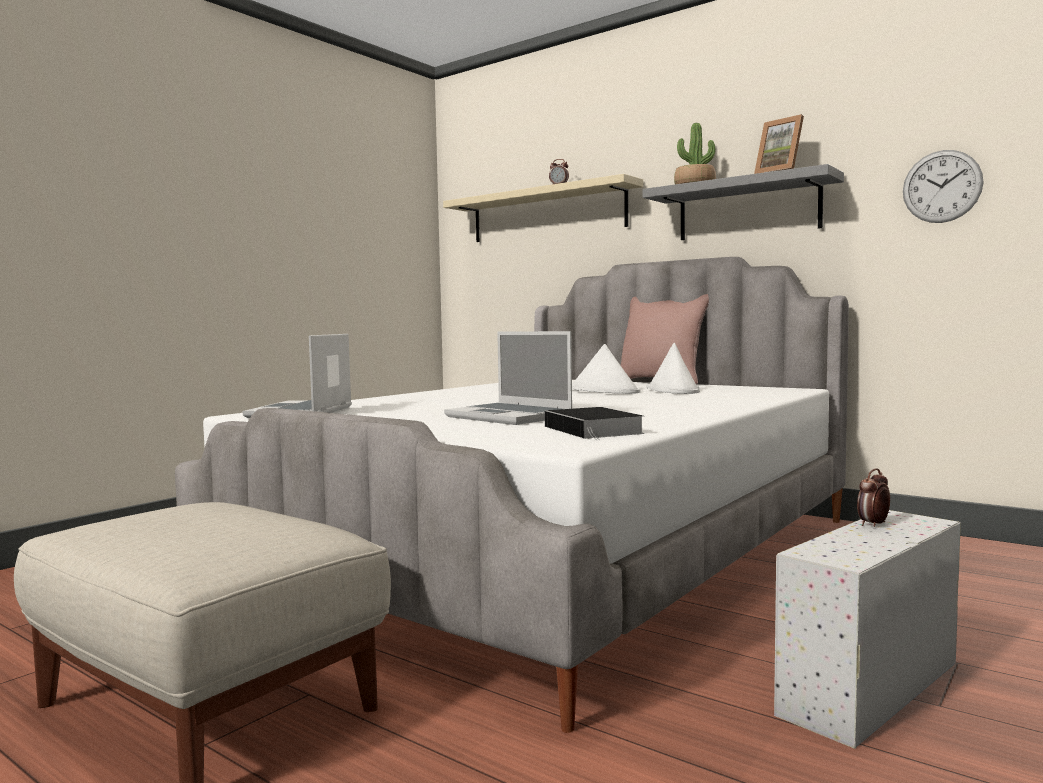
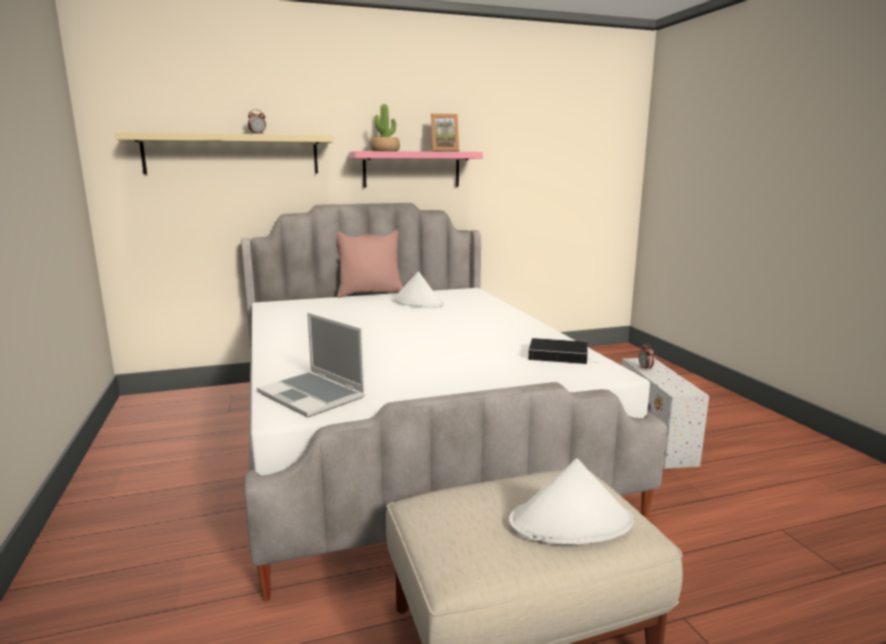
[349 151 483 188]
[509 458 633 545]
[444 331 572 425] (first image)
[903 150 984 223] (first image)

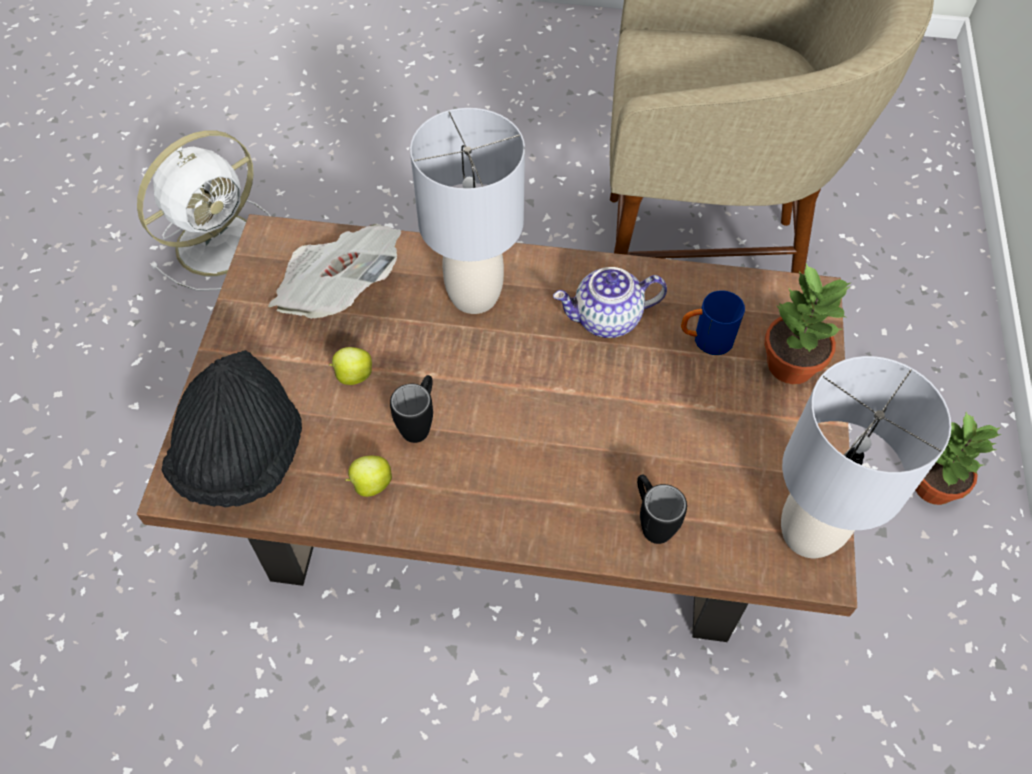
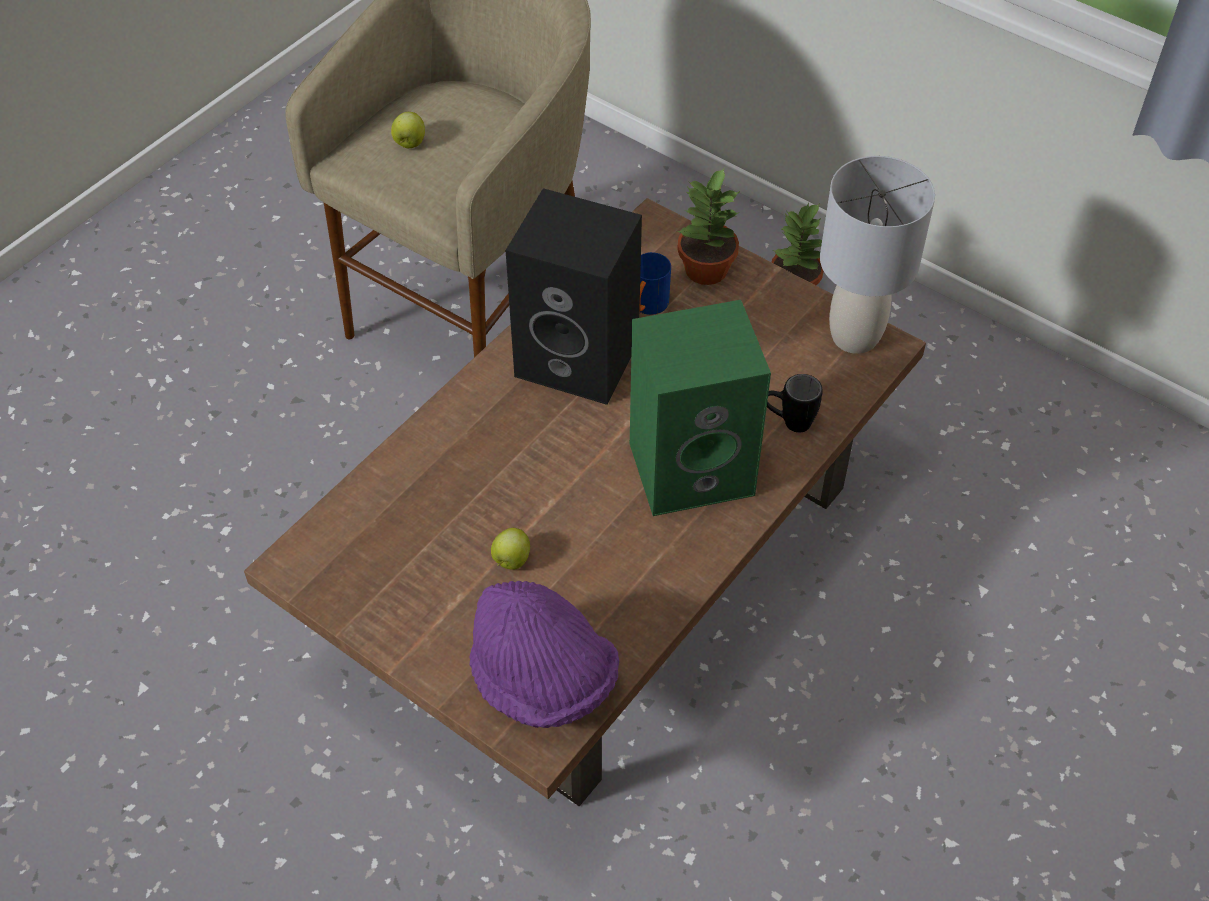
[391 112 425 148]
[469 581 619 728]
[506 188 642 405]
[630 300 771 516]
[137 130 270 291] (first image)
[268 224 402 319] (first image)
[390 375 433 443] (first image)
[410 108 525 314] (first image)

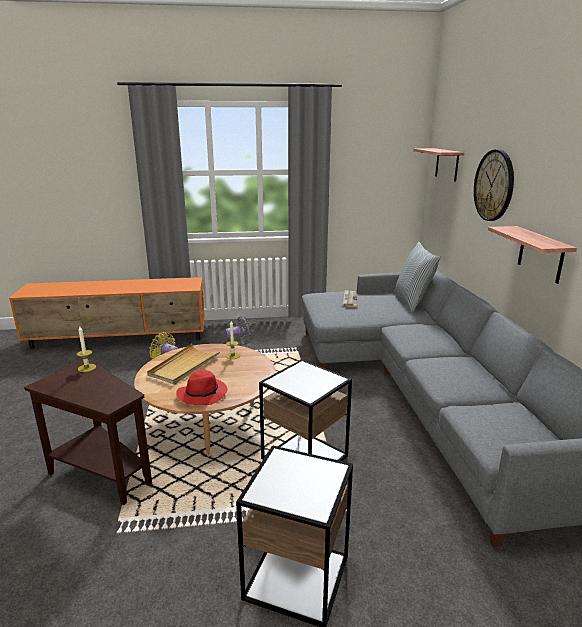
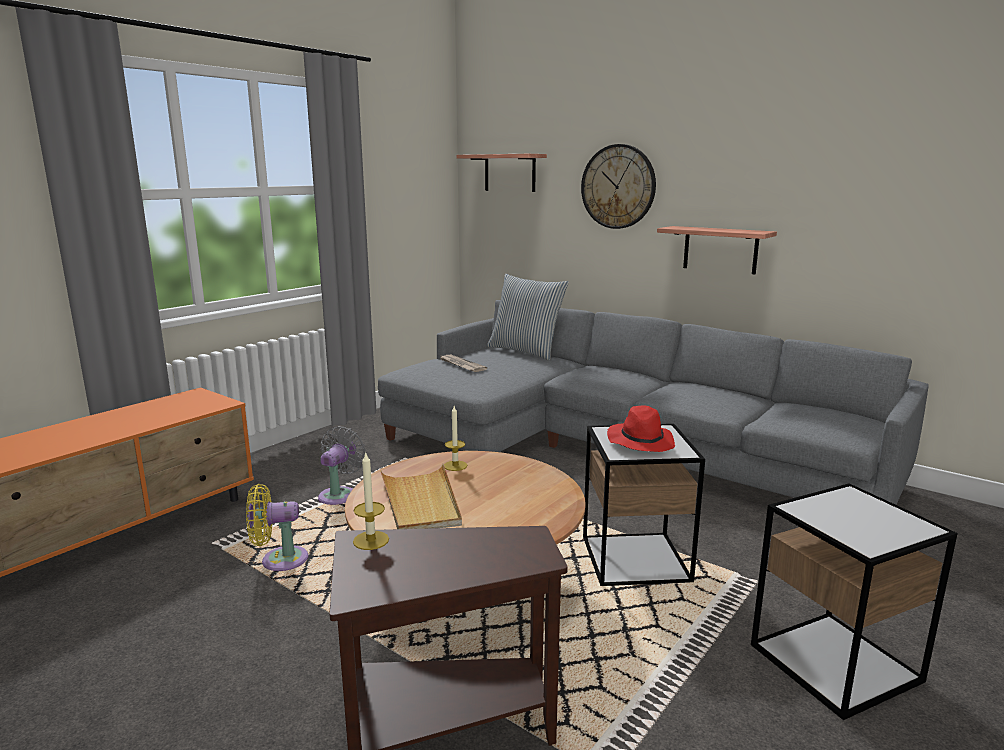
[607 405 675 452]

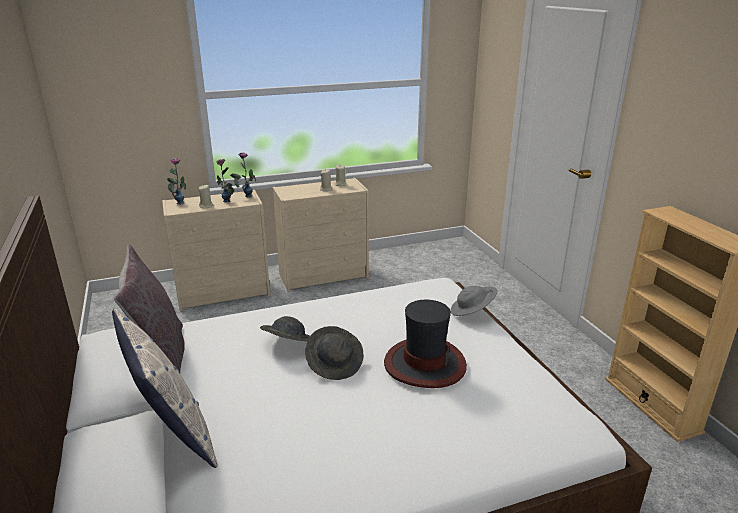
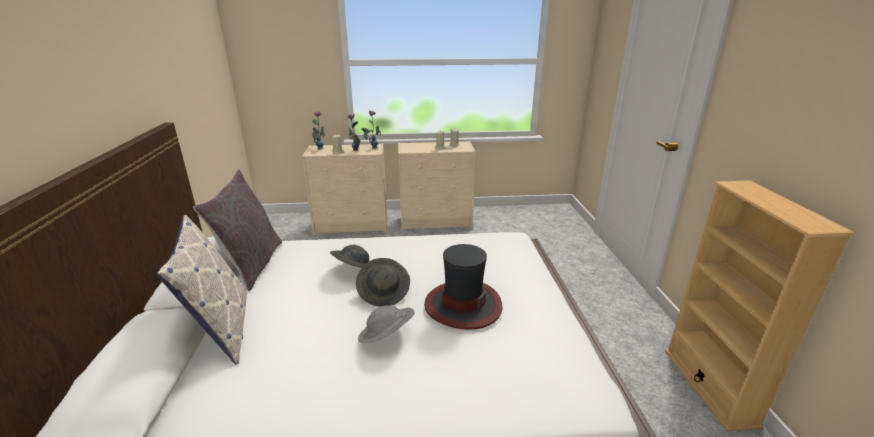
[358 305 415 343]

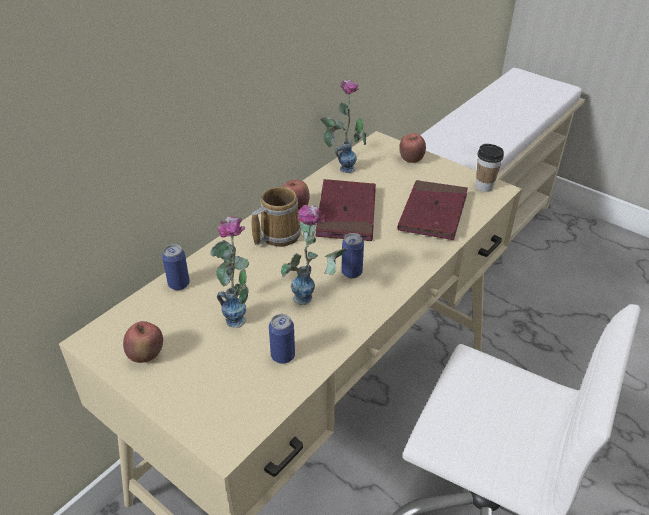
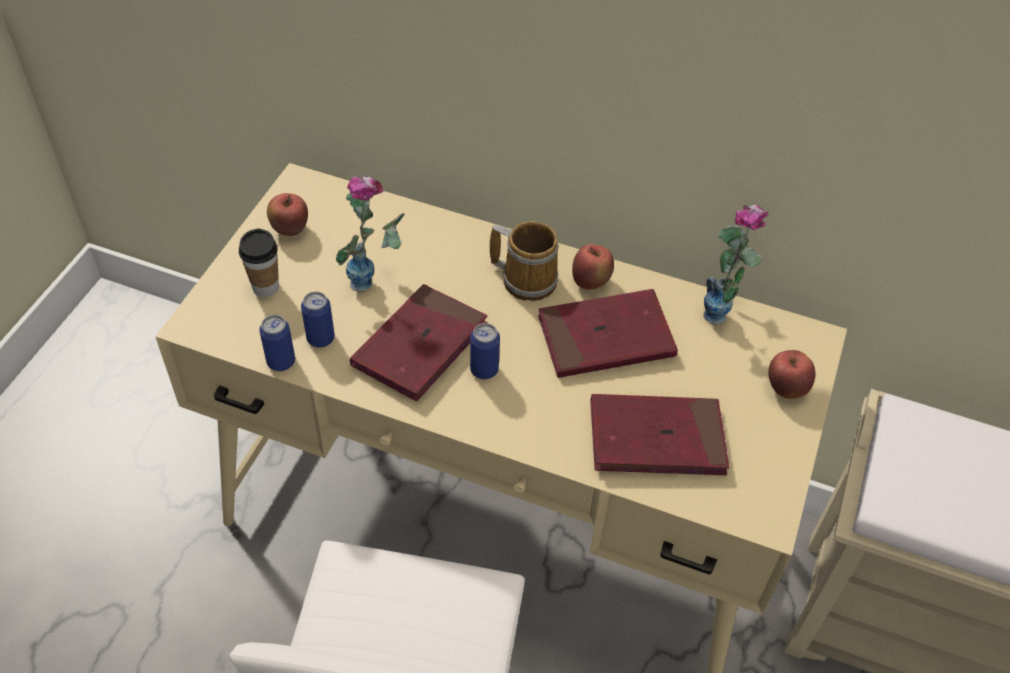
[239 229 279 297]
[259 315 295 371]
[350 284 488 401]

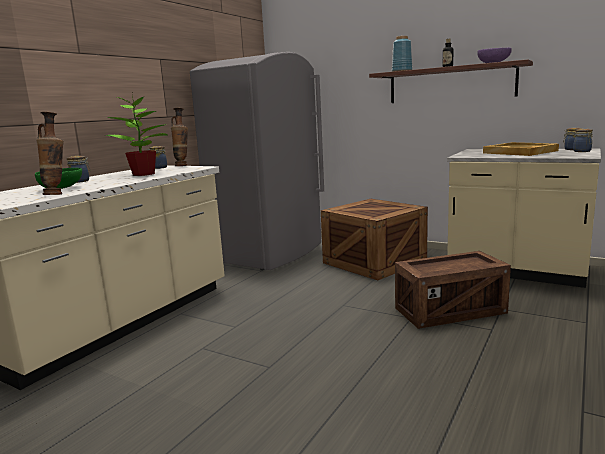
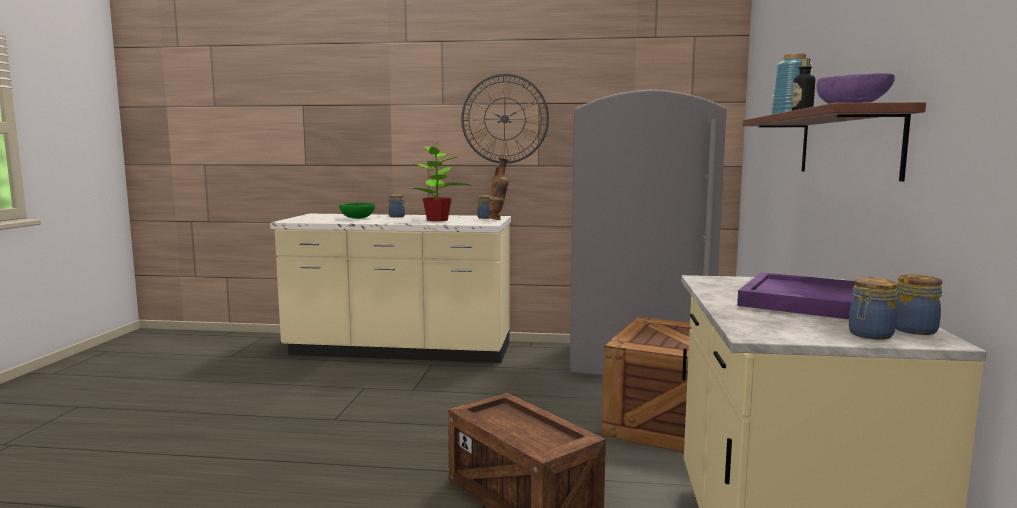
[461 74 549 164]
[737 272 855 319]
[36 112 64 195] (first image)

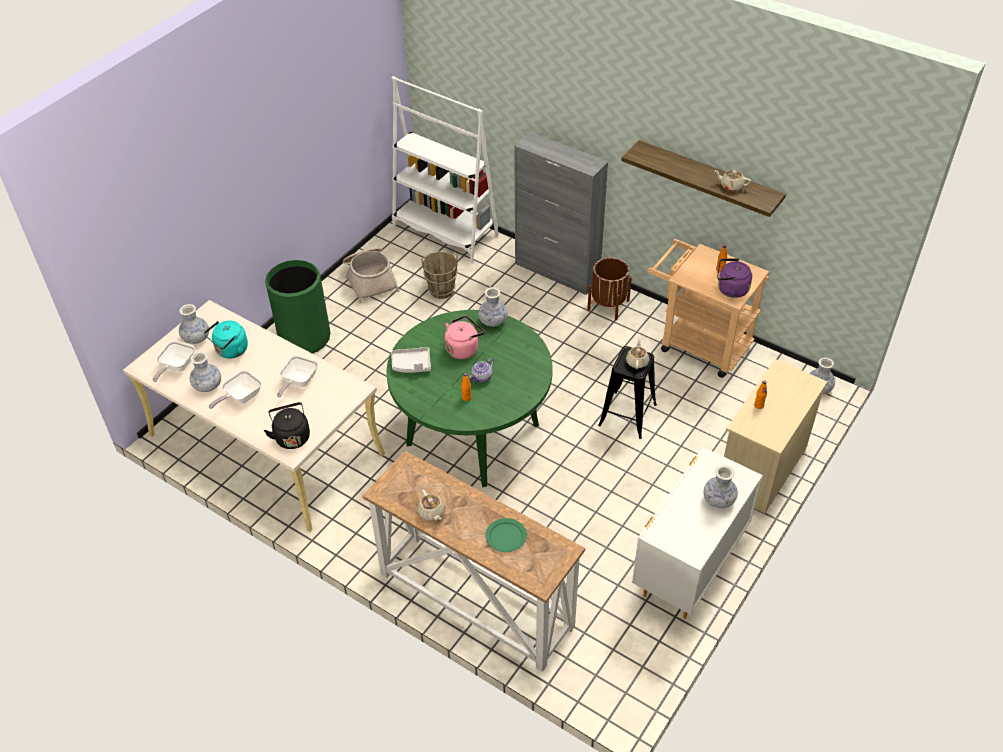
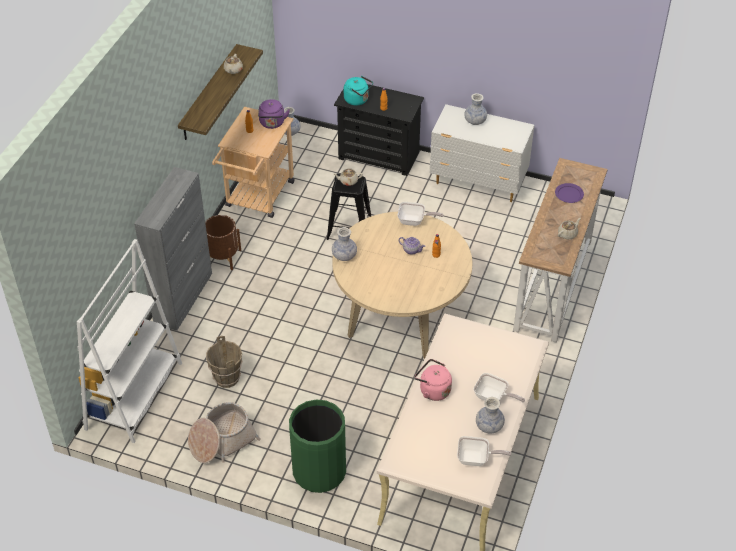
[332 212 473 359]
[334 84 424 176]
[344 76 373 106]
[397 202 443 226]
[415 359 452 401]
[555 183 584 203]
[179 304 209 344] (first image)
[264 402 310 449] (first image)
[391 347 431 373] (first image)

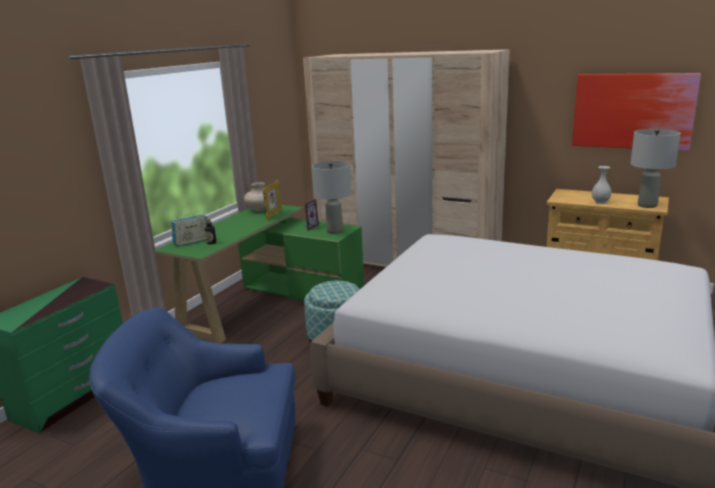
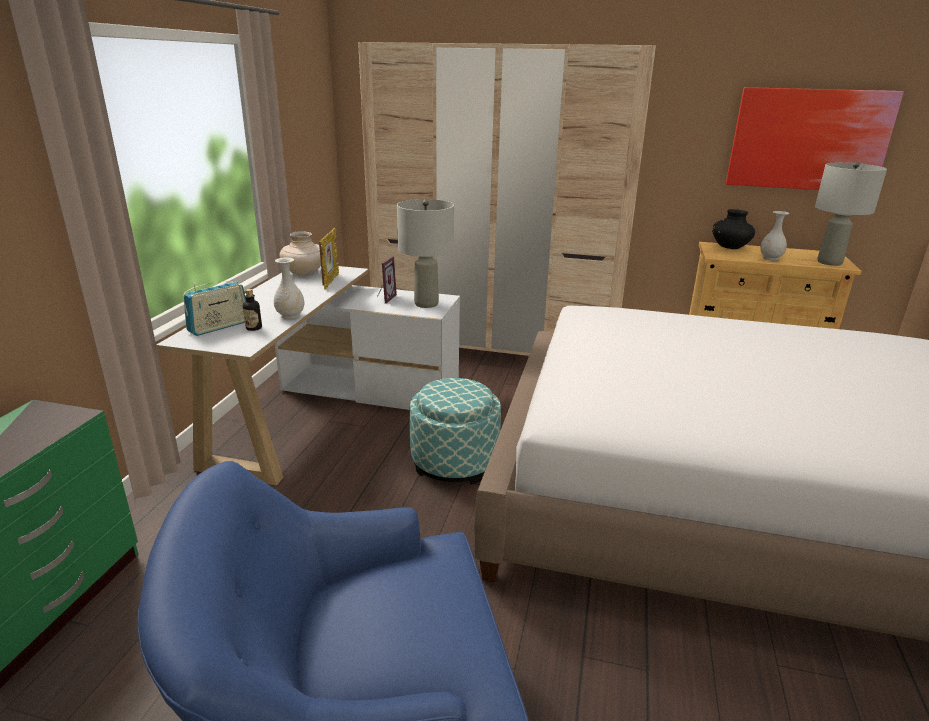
[156 266 460 485]
[274 258 304 319]
[712 209 755 249]

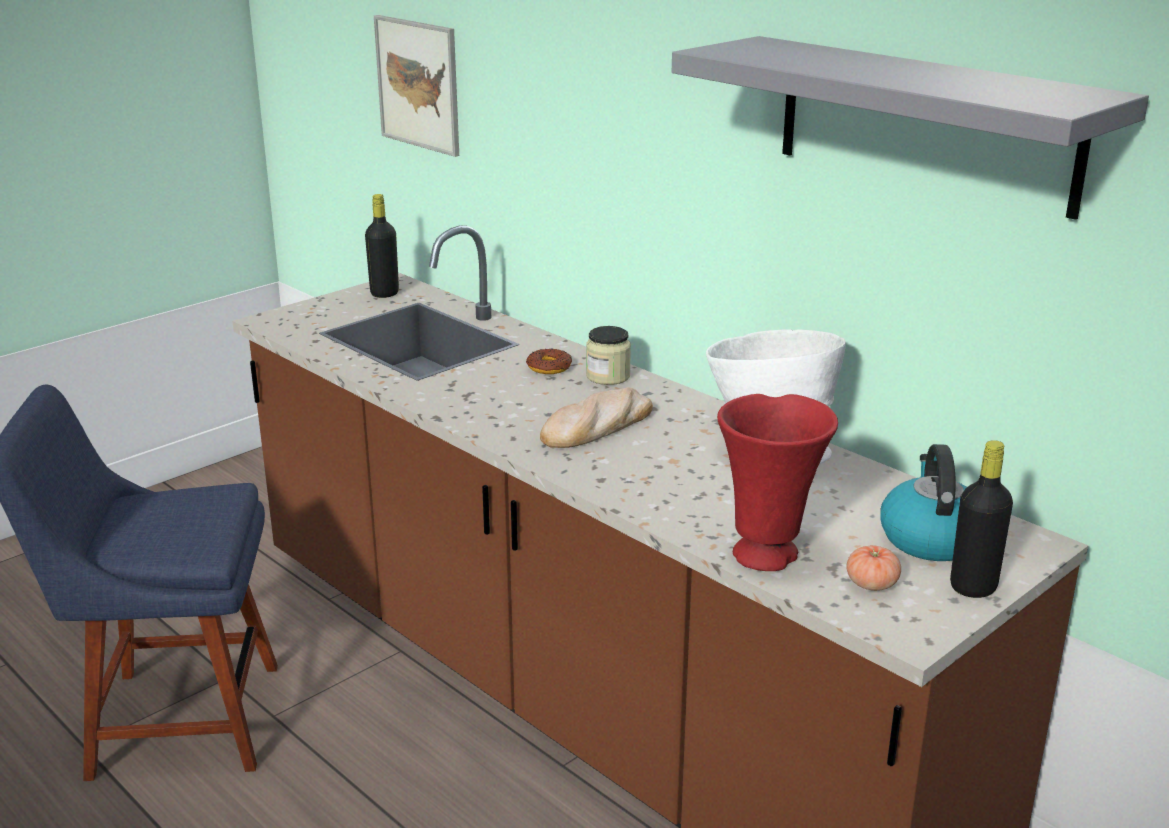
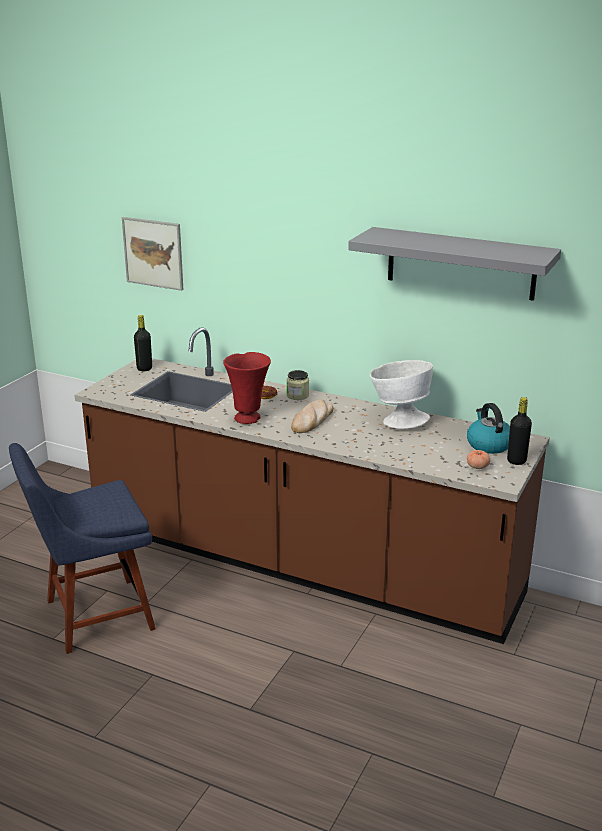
[223 352 271 424]

